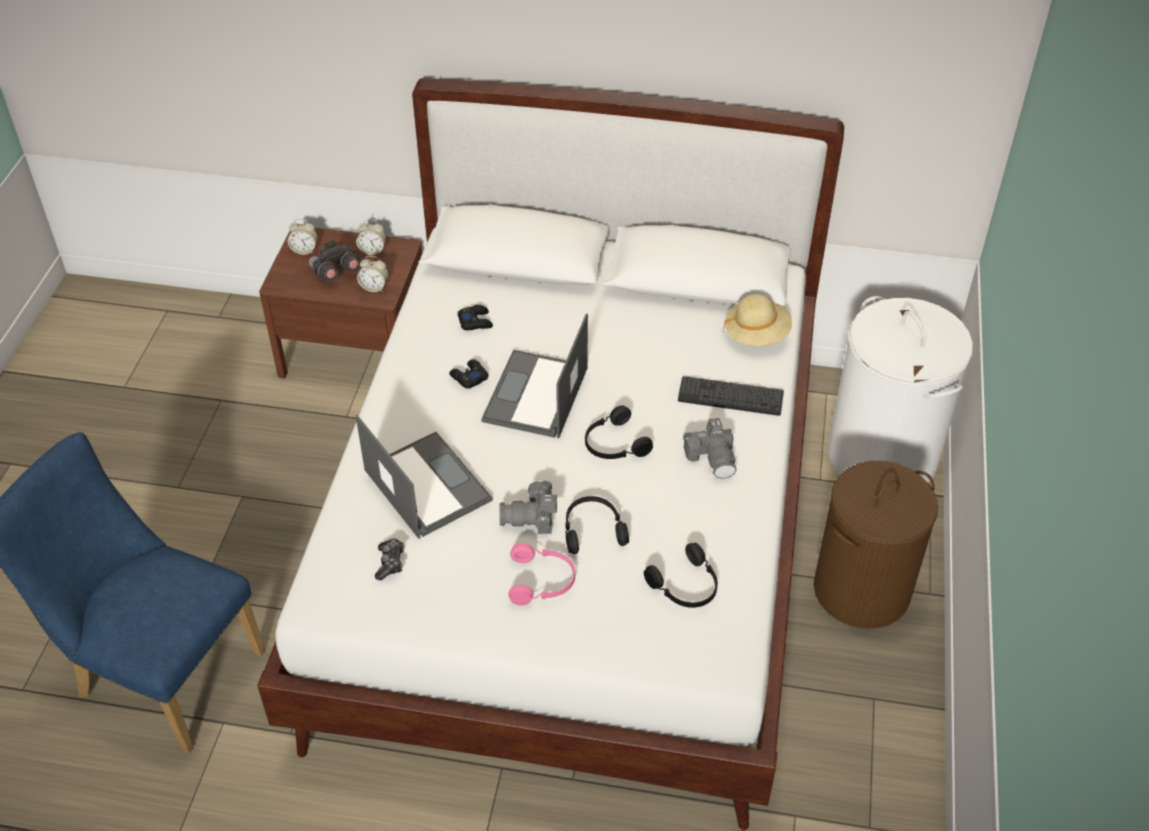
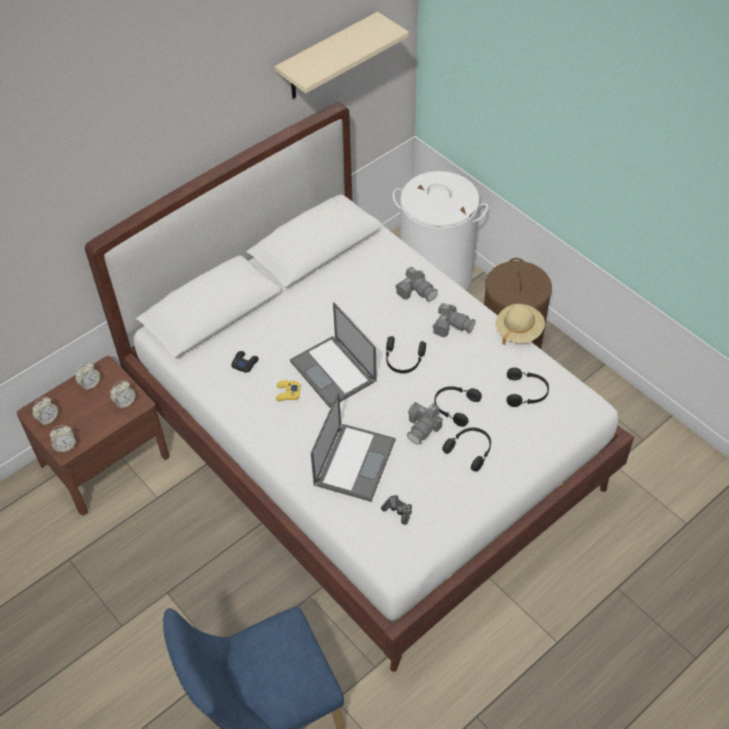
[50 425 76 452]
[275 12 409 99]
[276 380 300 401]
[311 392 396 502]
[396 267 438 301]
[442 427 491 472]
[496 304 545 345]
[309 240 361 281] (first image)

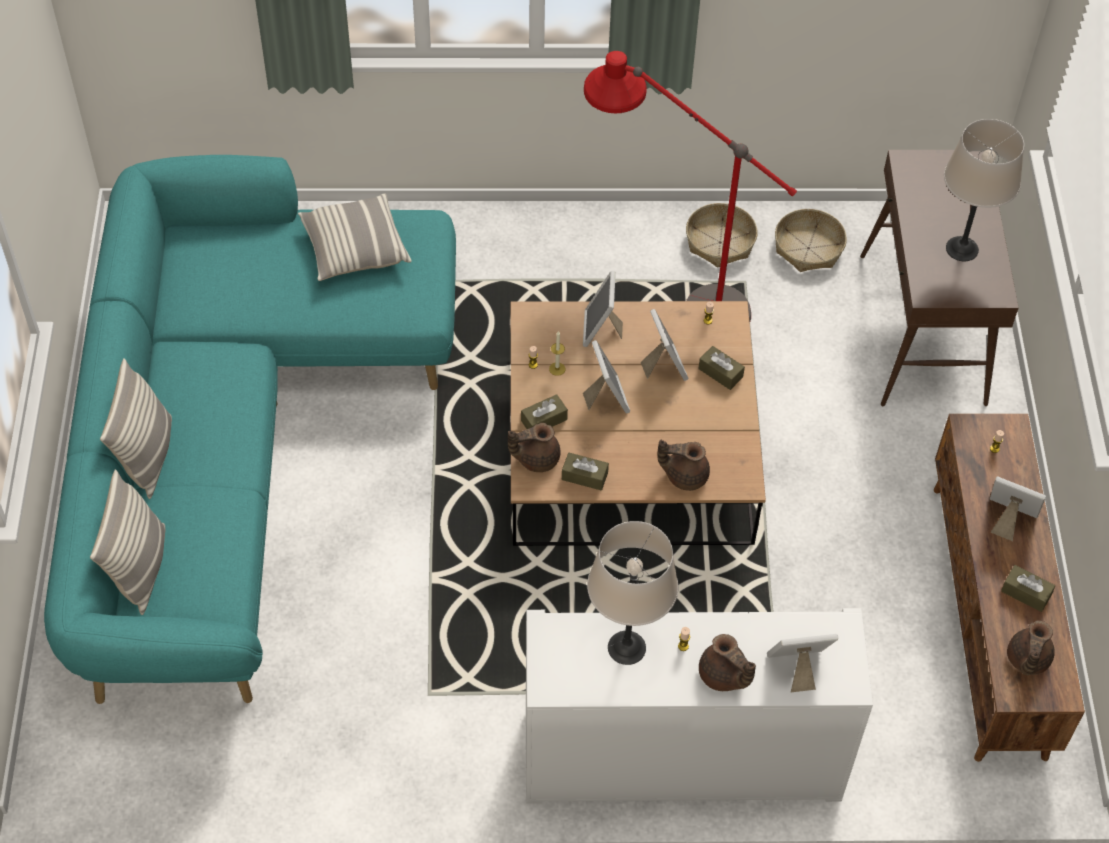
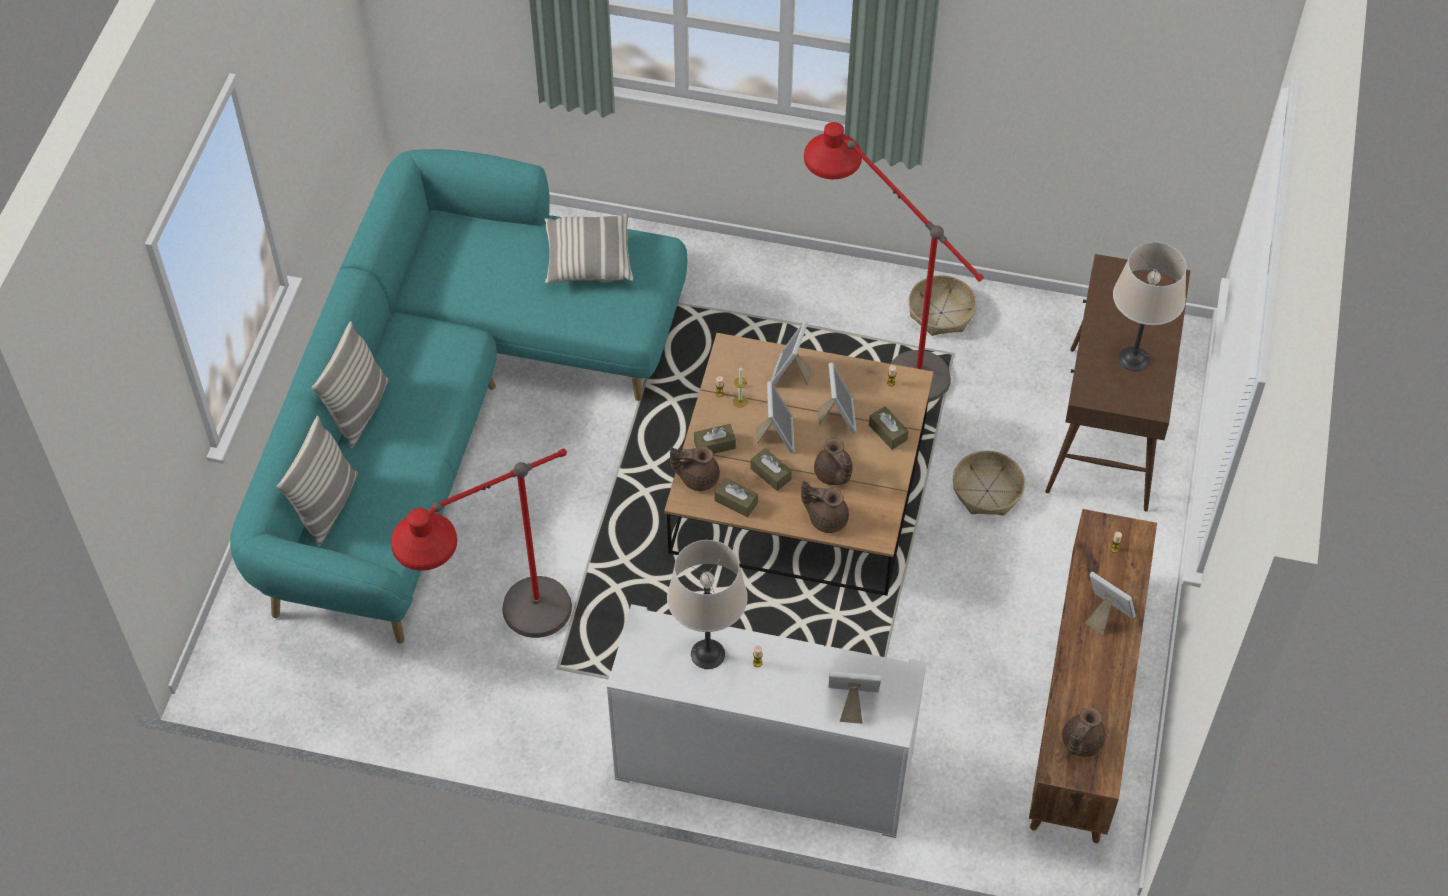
[391 448 572 638]
[751 448 792 491]
[814 438 853 485]
[953 451 1025 516]

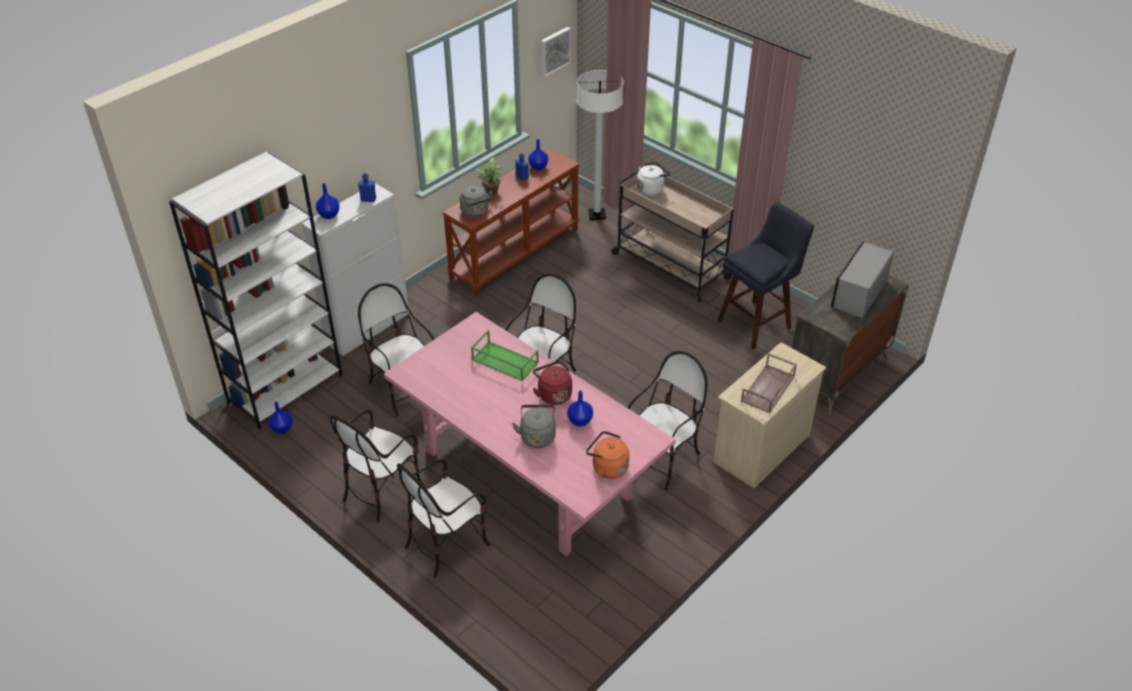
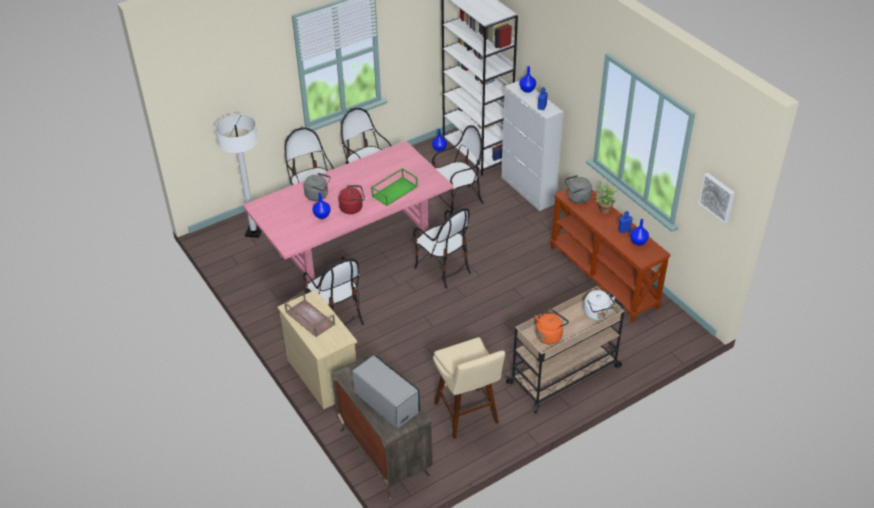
[215 114 262 238]
[433 337 505 439]
[535 309 569 344]

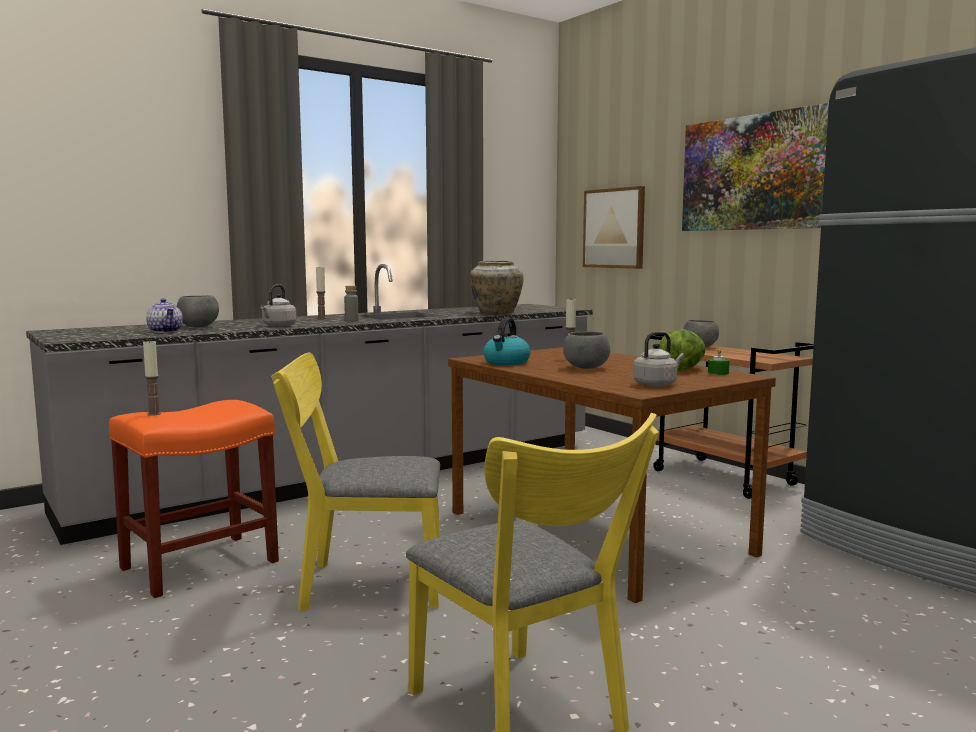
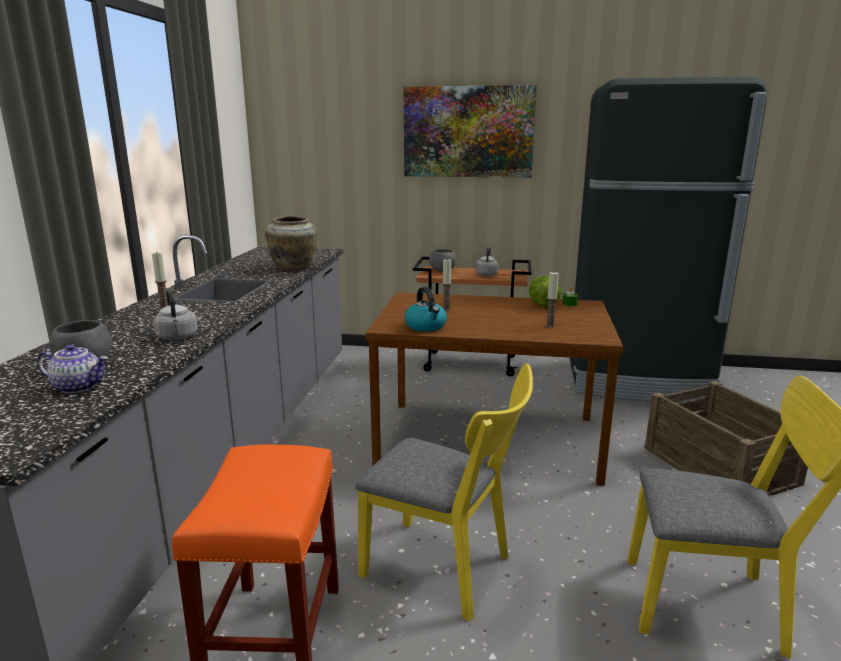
[355 363 533 621]
[475 247 498 276]
[545 272 559 328]
[644 381 808 496]
[344 286 358 321] (first image)
[563 331 610 369] (first image)
[583 186 645 269] (first image)

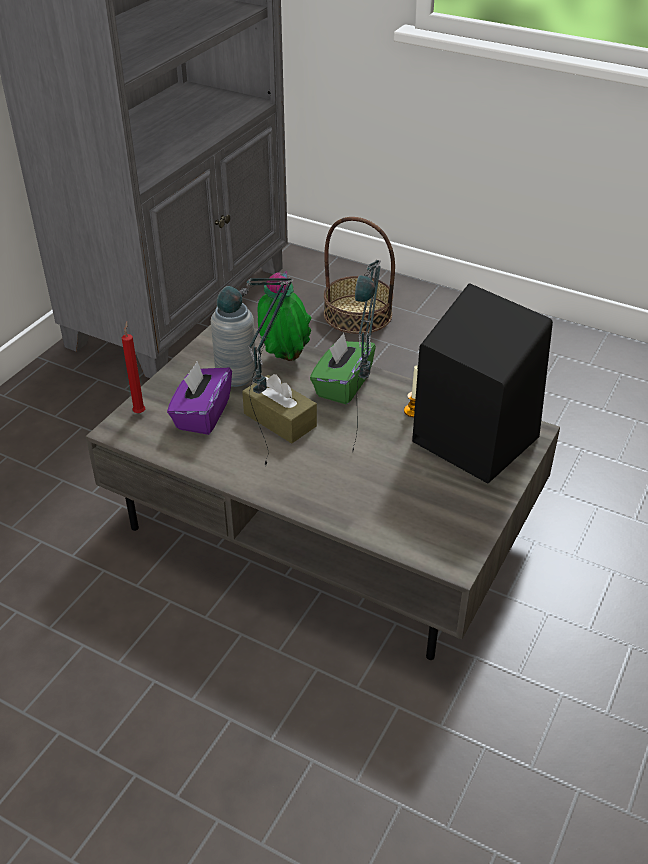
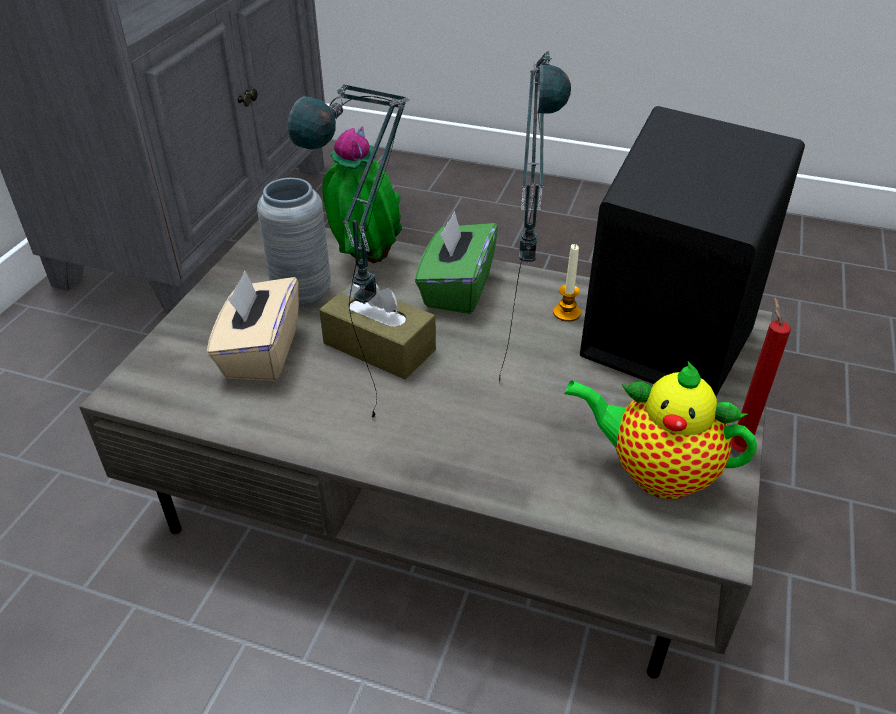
[207 271 299 381]
[565 362 757 499]
[731 298 791 452]
[324 217 395 334] (first image)

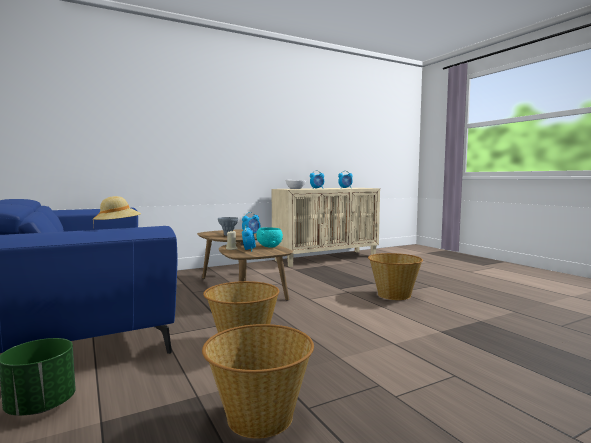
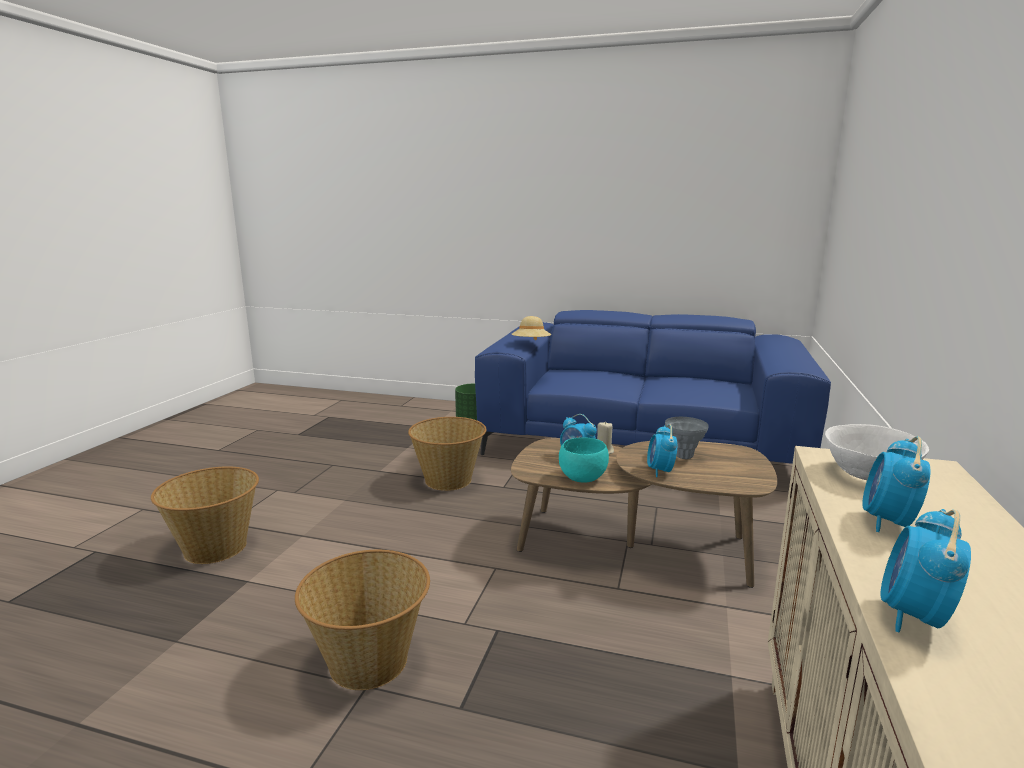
[151 466 259 564]

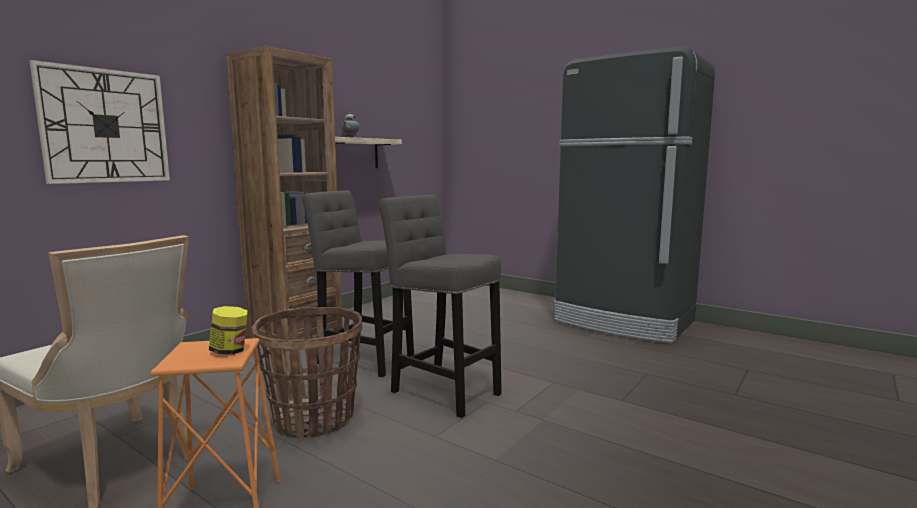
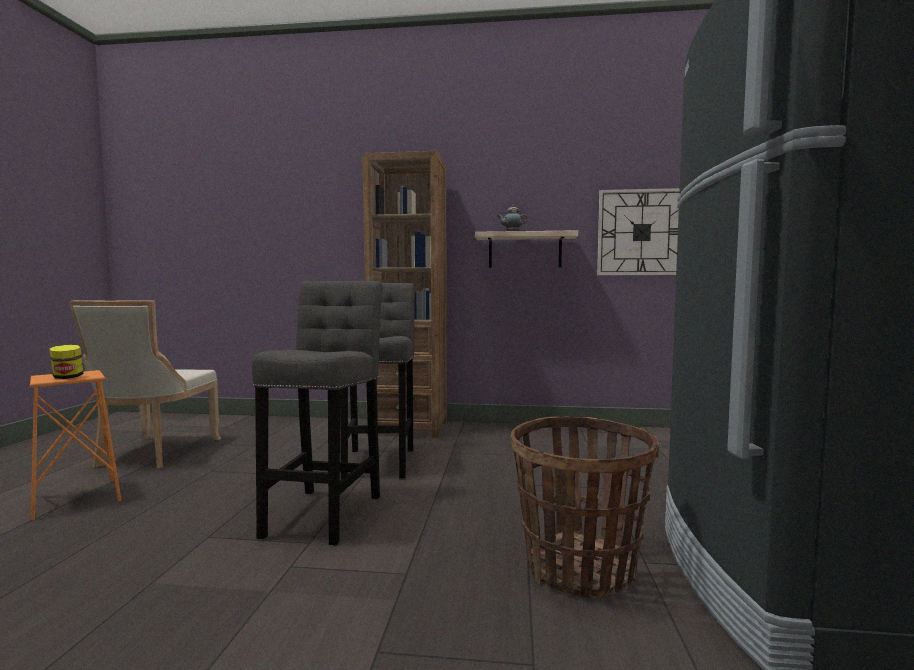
[511 417 659 598]
[597 188 680 275]

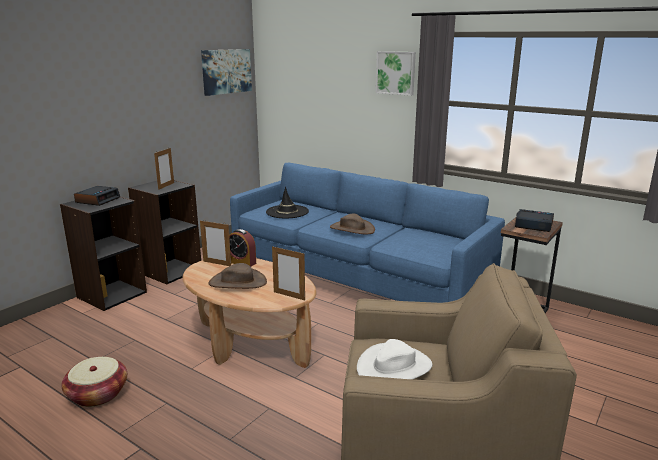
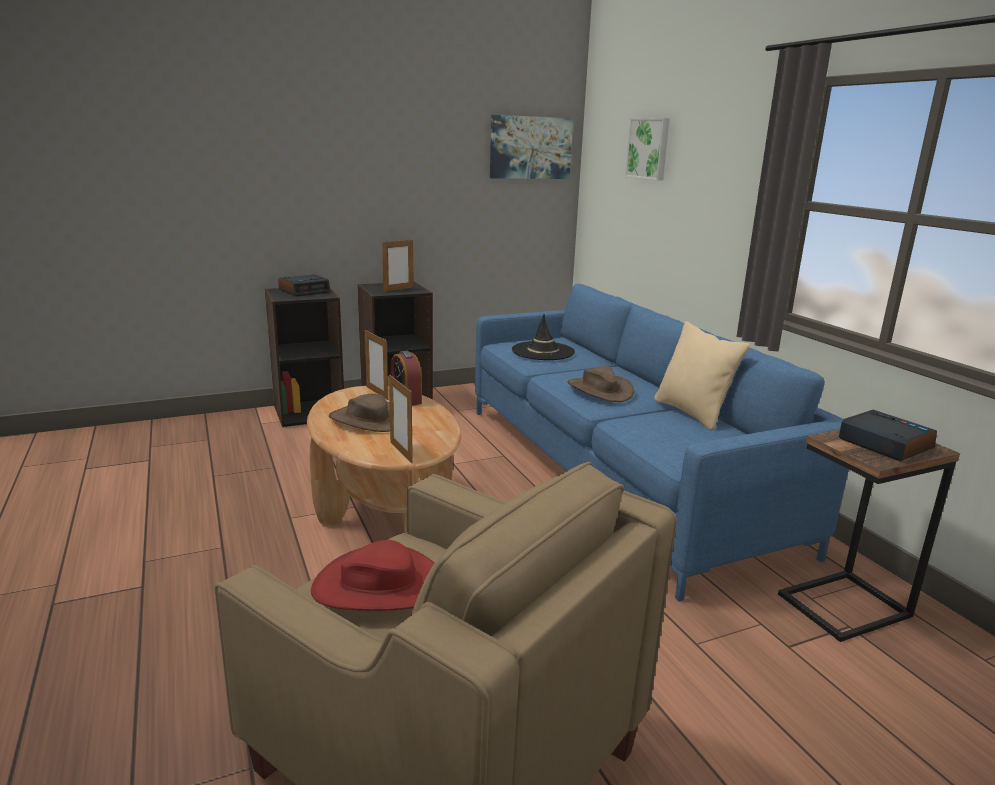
[311 540 435 611]
[625 118 670 181]
[654 321 750 430]
[61 357 127 407] (first image)

